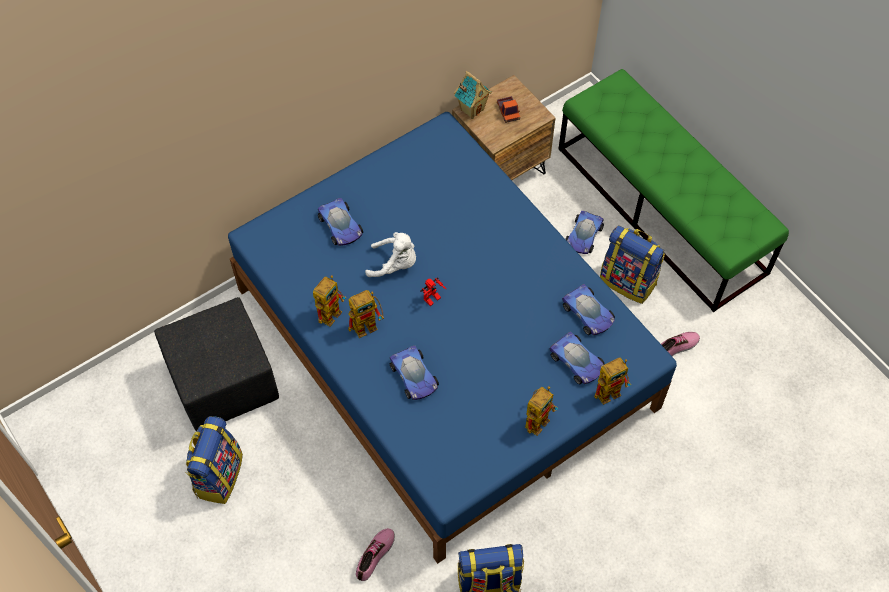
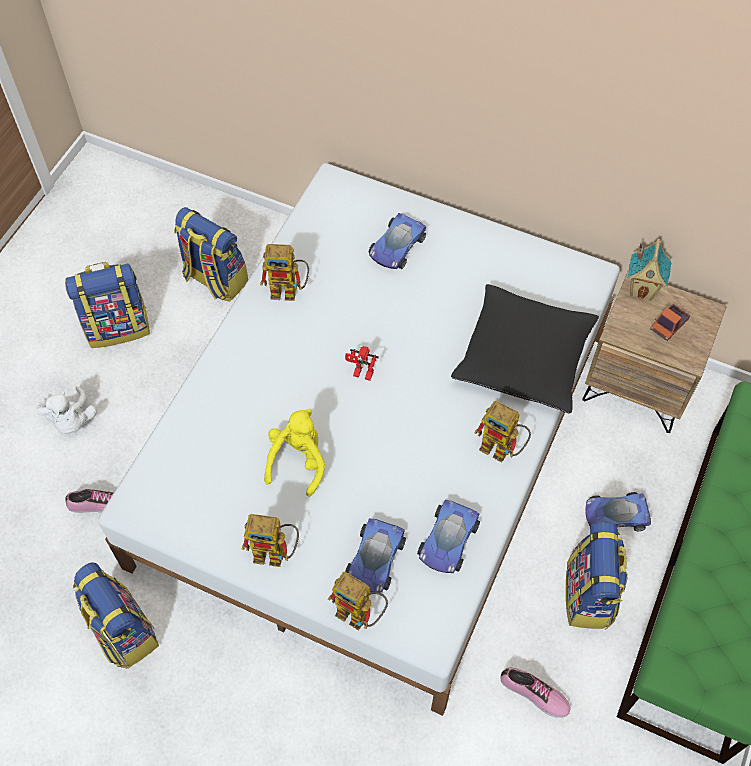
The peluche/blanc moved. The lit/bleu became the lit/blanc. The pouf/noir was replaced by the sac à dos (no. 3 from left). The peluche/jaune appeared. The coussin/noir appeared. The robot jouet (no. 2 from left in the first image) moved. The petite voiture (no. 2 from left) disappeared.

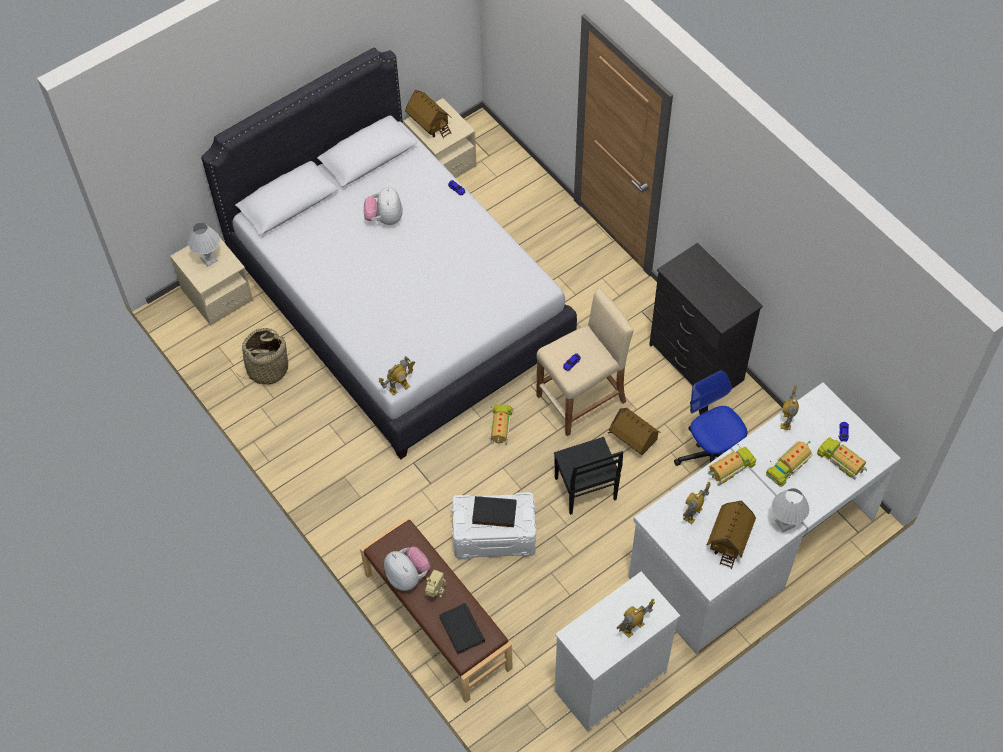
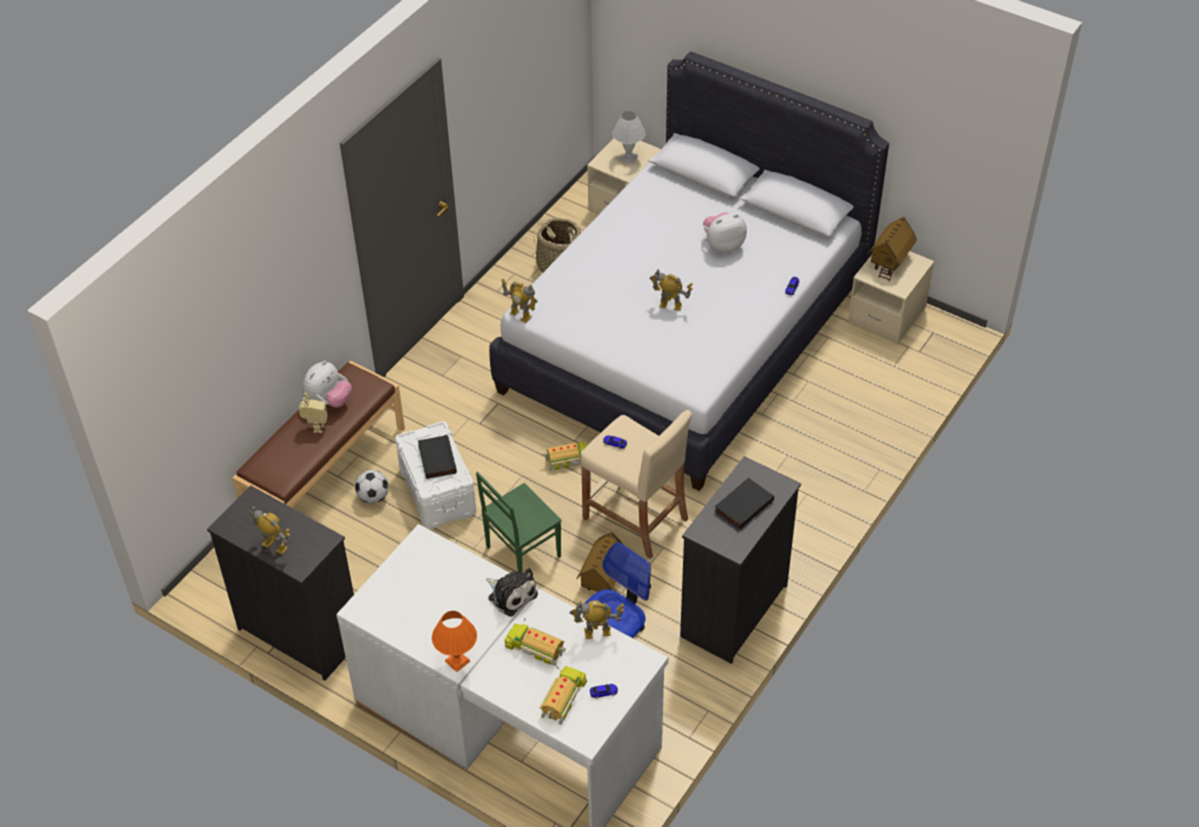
The commode/blanc became the commode/noir (no. 1 from left). The ballon de foot appeared. The lampe de table/blanc (no. 2 from left) became the lampe de table/orange. The chaise/noir became the chaise/vert. The camion jouet (no. 2 from left) was replaced by the peluche (no. 2 from left). The robot jouet (no. 4 from left in the first image) moved. The livre/noir (no. 1 from left in the first image) moved. The maison miniature (no. 3 from left) disappeared.

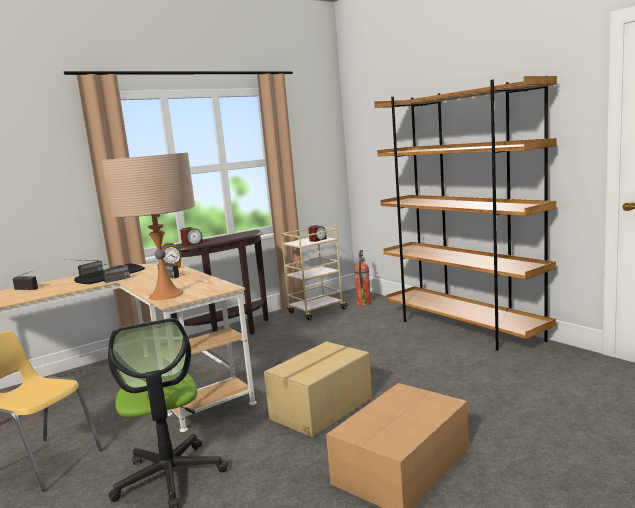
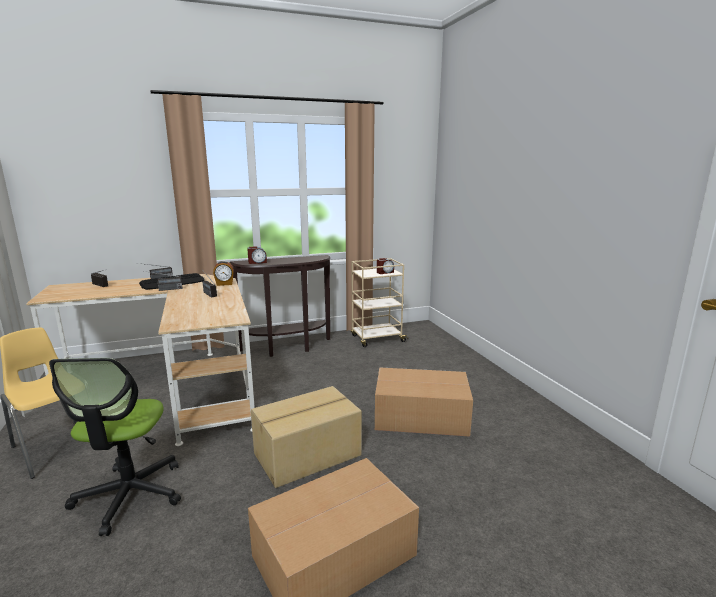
The carton (no. 3 from left) appeared. The lampe de table/beige disappeared. The extincteur disappeared. The bibliothèque/marron disappeared.

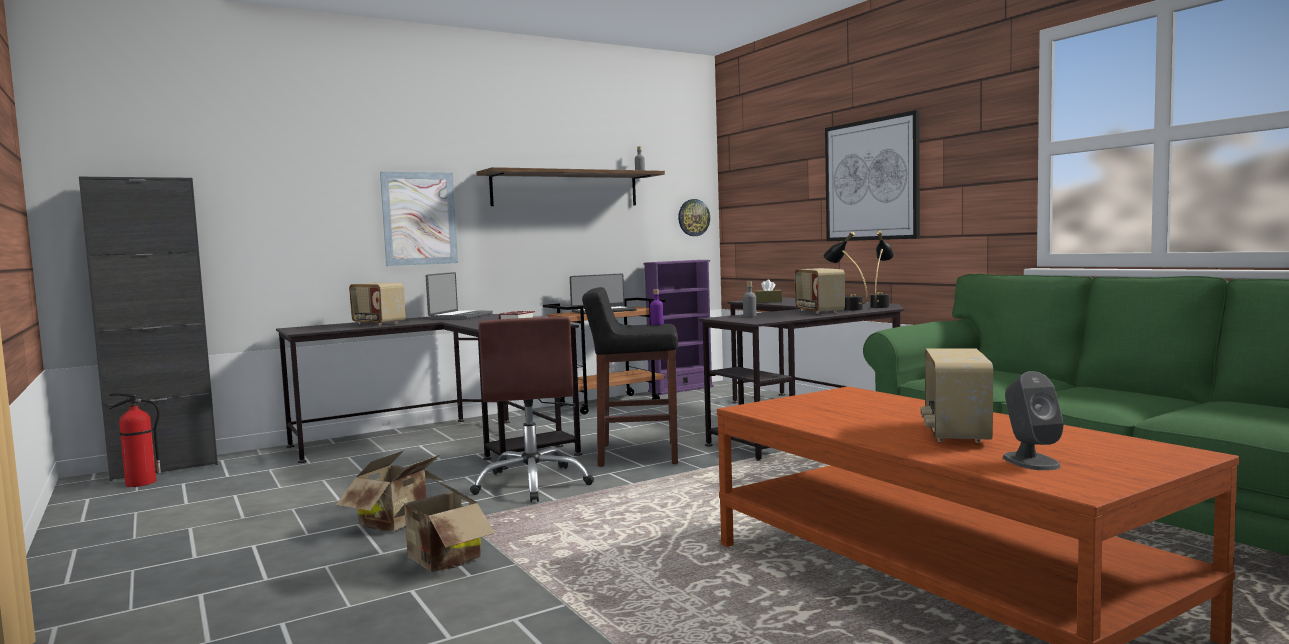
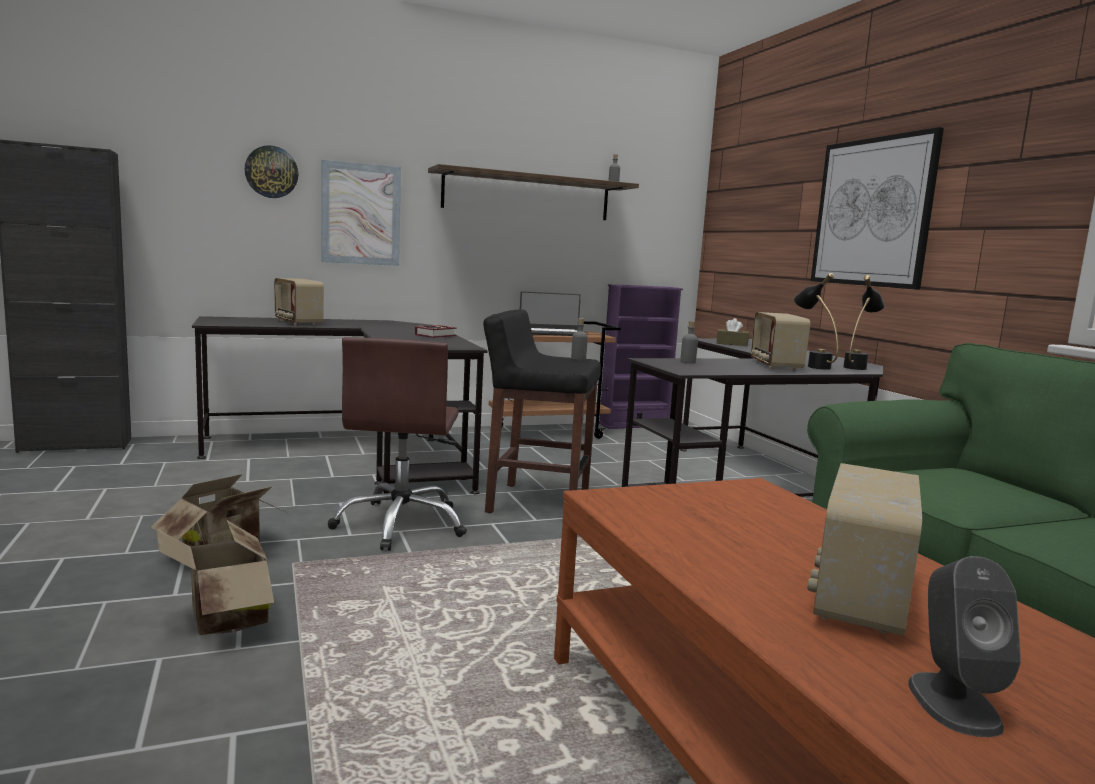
The horloge murale moved. The bouteille/violet became the bouteille/gris (no. 1 from left). The extincteur disappeared. The ordinateur portable (no. 1 from left) disappeared.

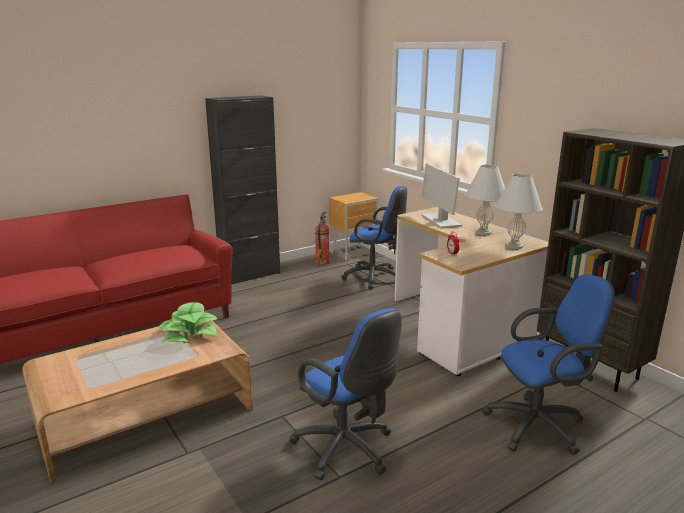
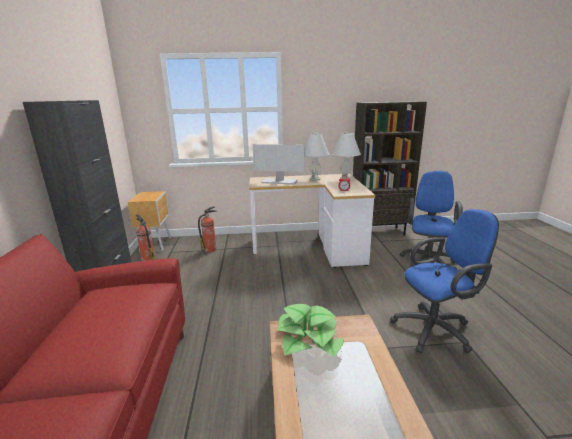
The chaise de bureau/bleu (no. 2 from left) was replaced by the extincteur (no. 2 from left).

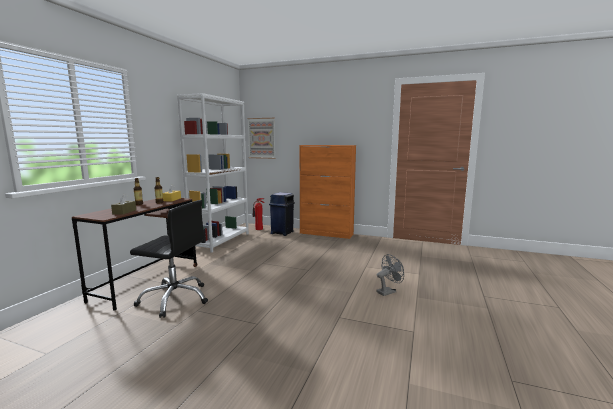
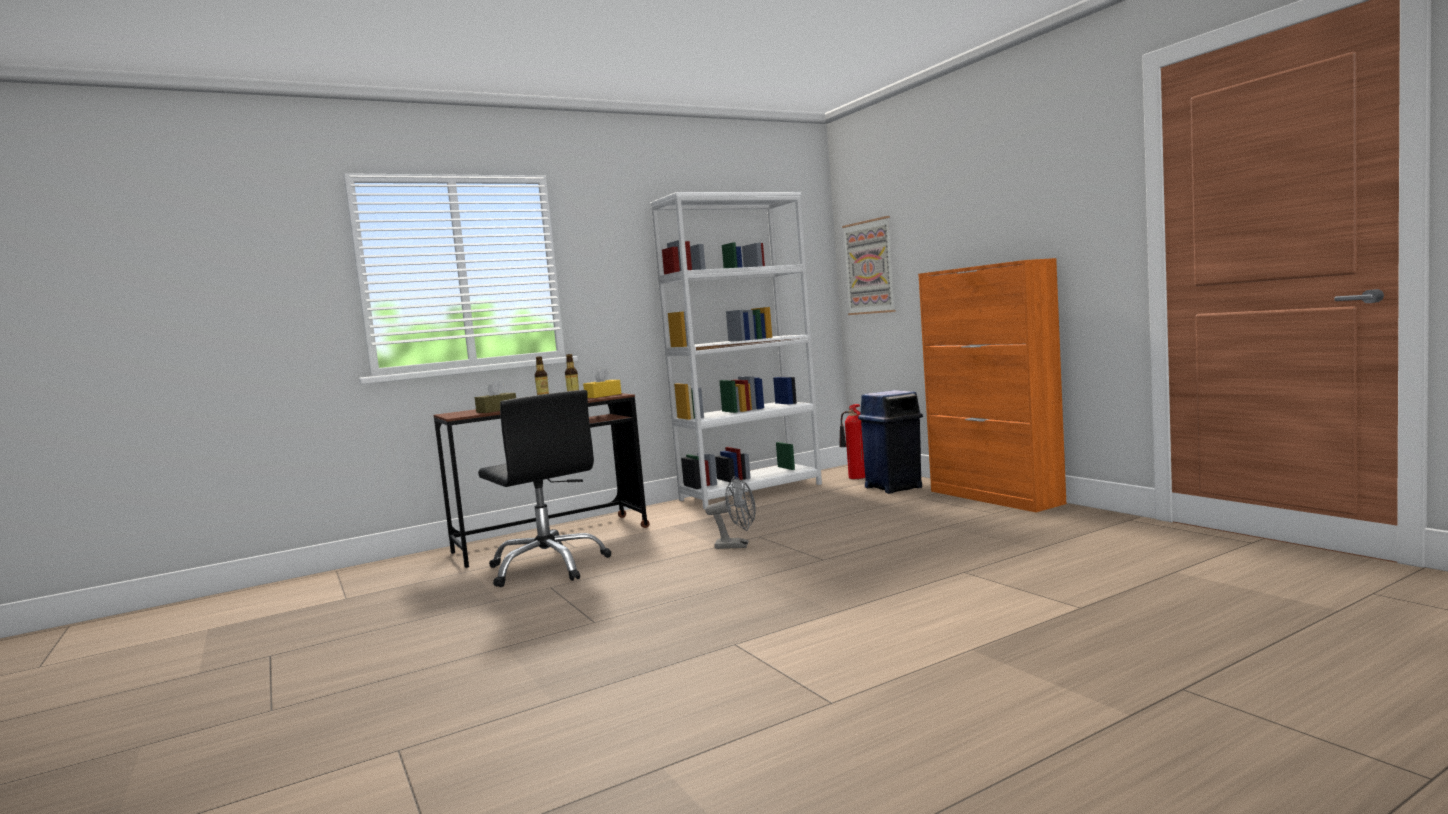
The ventilateur/gris moved.

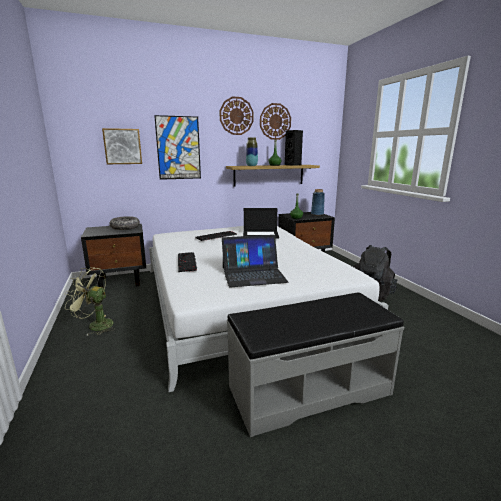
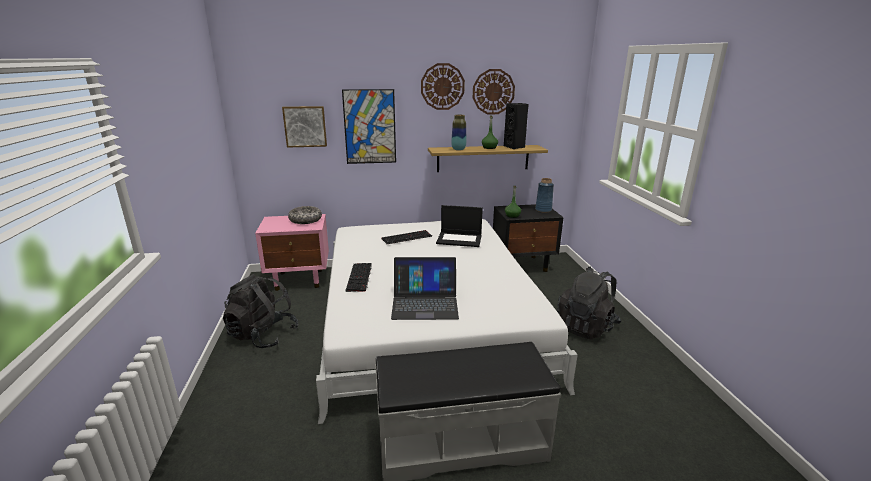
The ventilateur/vert was replaced by the sac à dos/noir (no. 1 from left). The table de chevet/noir (no. 1 from left) became the table de chevet/rose.

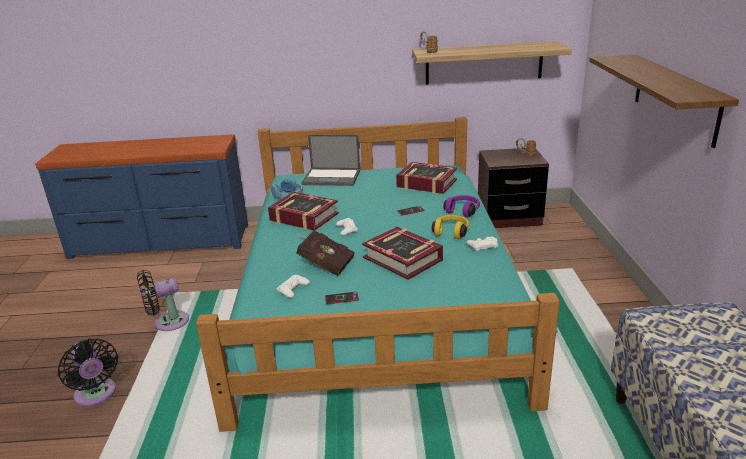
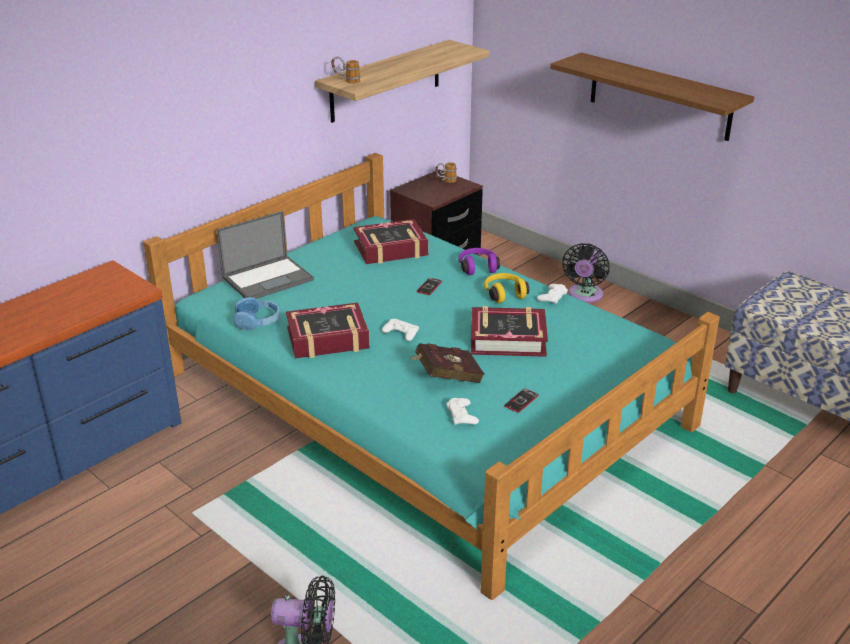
The ventilateur/noir (no. 2 from left) moved.

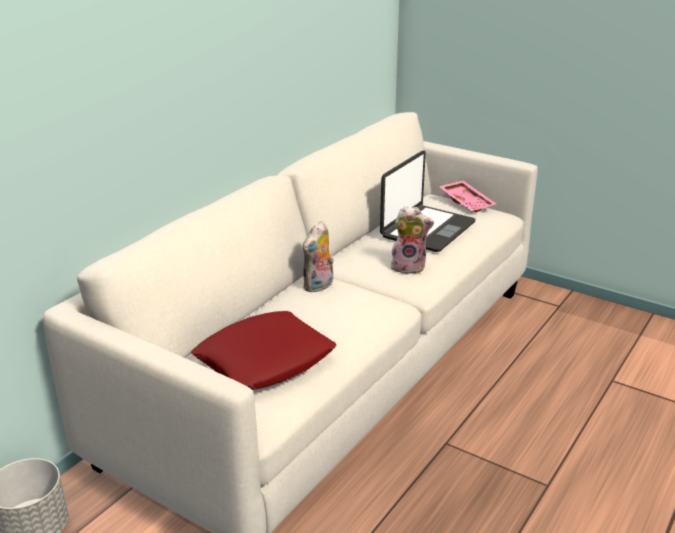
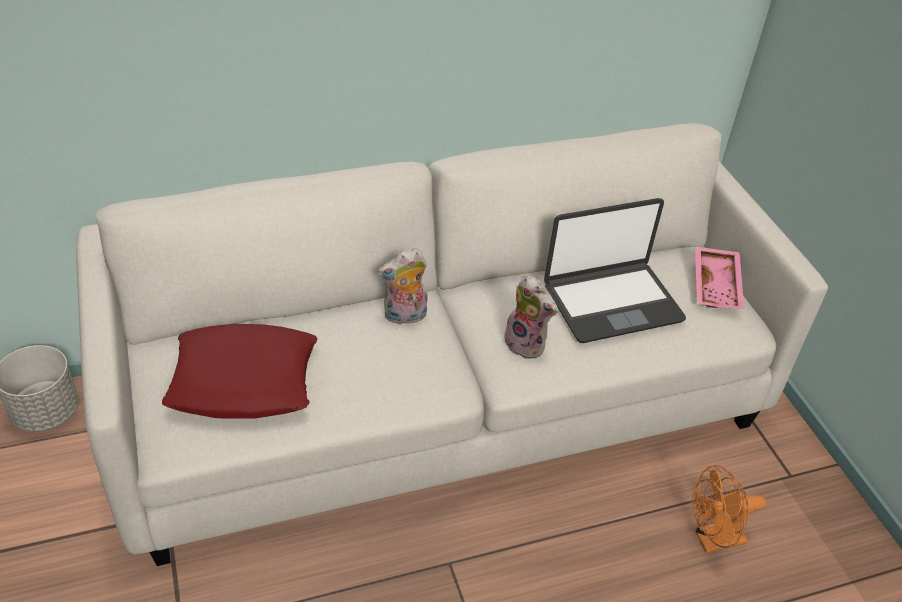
The ventilateur/orange appeared.

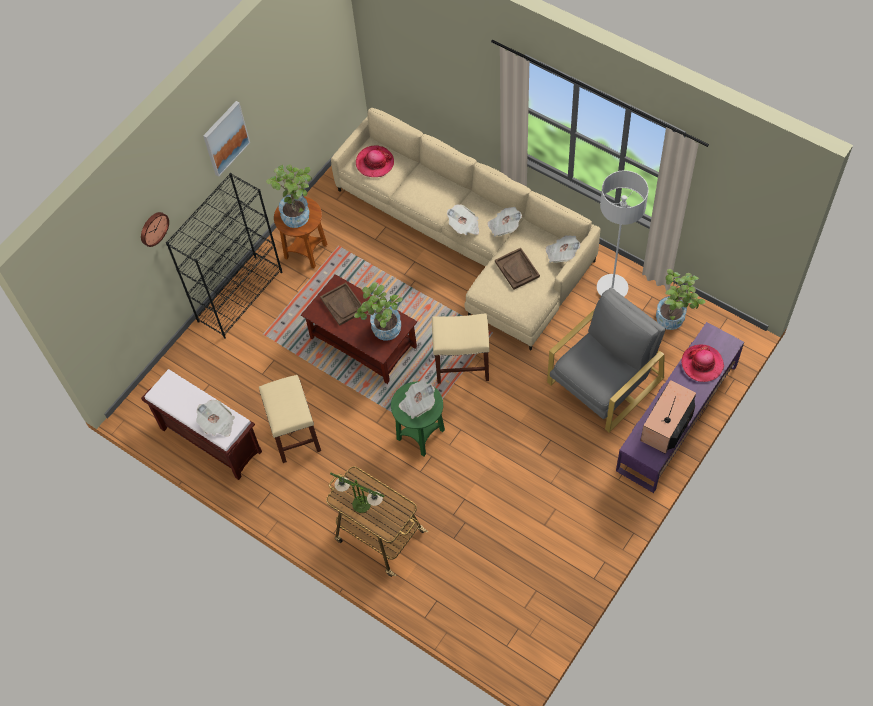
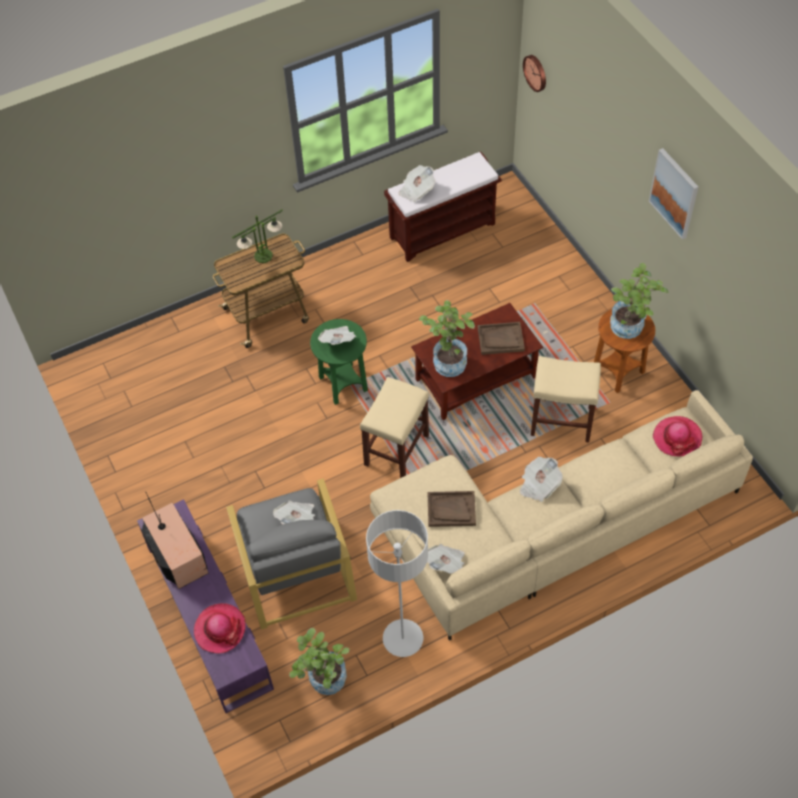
The journal (no. 4 from left in the first image) moved. The horloge murale moved. The tabouret/beige (no. 1 from left in the first image) moved. The bibliothèque/noir disappeared.

